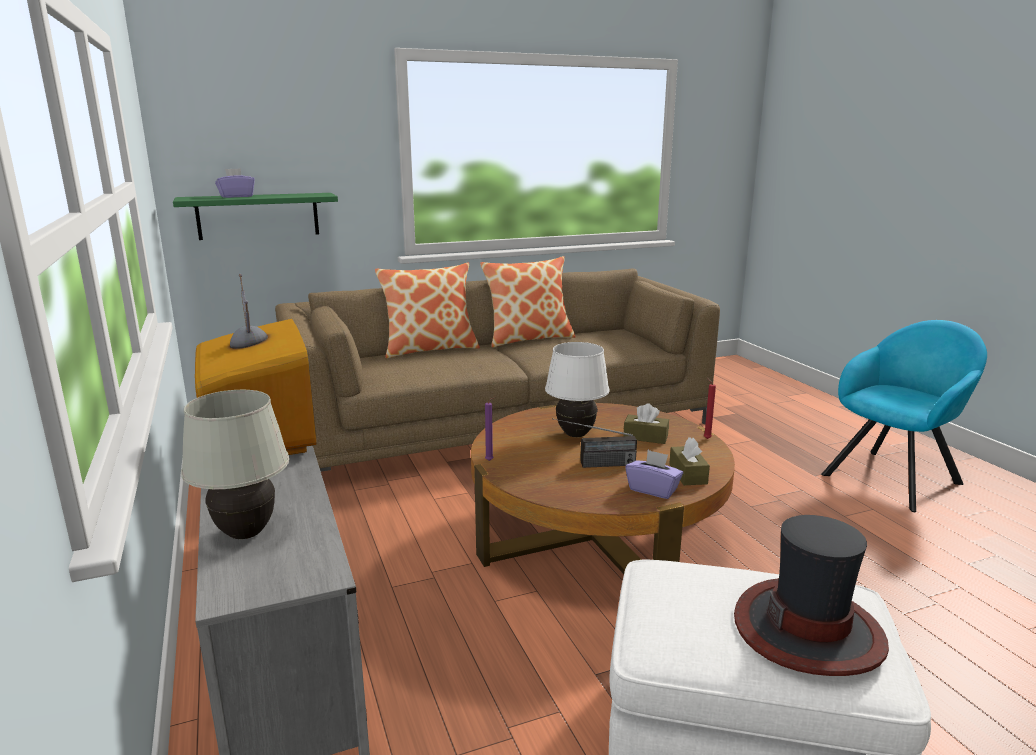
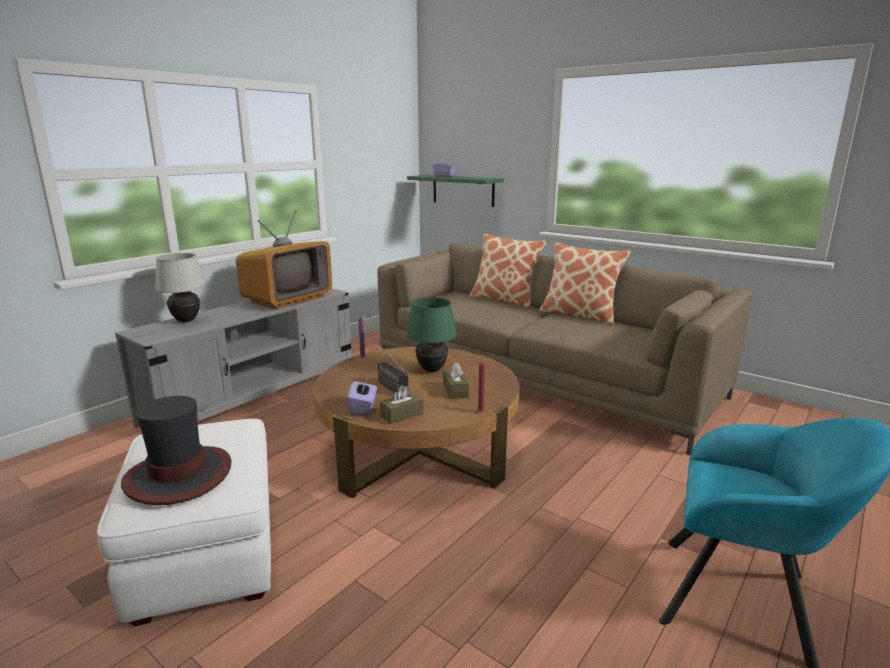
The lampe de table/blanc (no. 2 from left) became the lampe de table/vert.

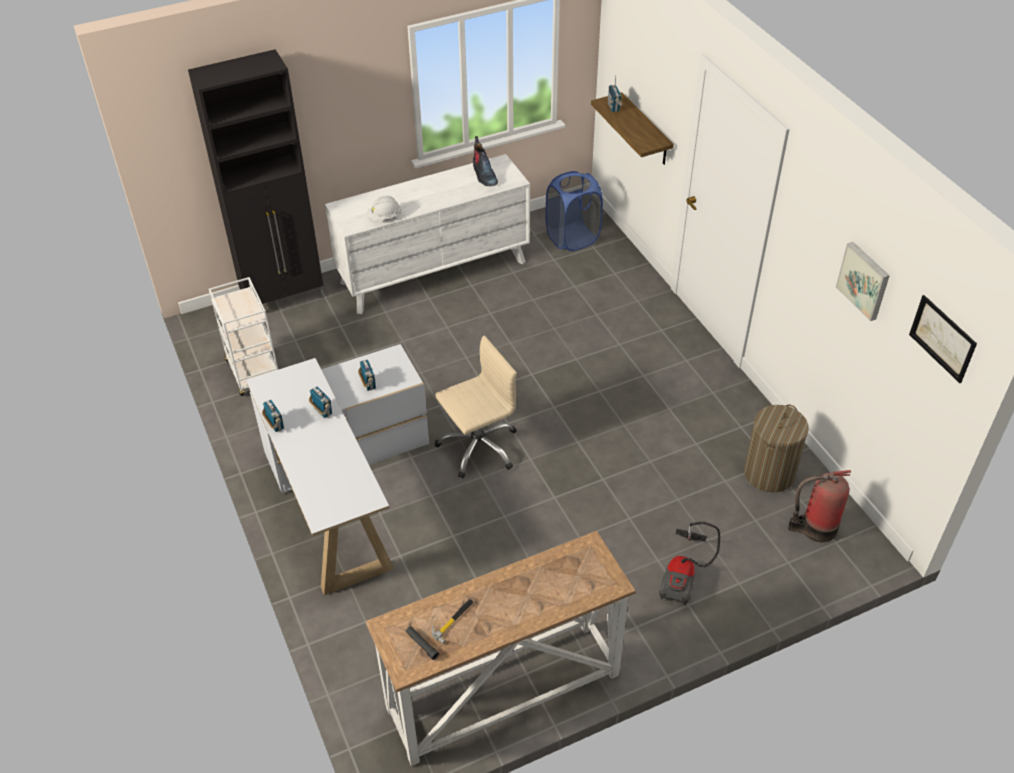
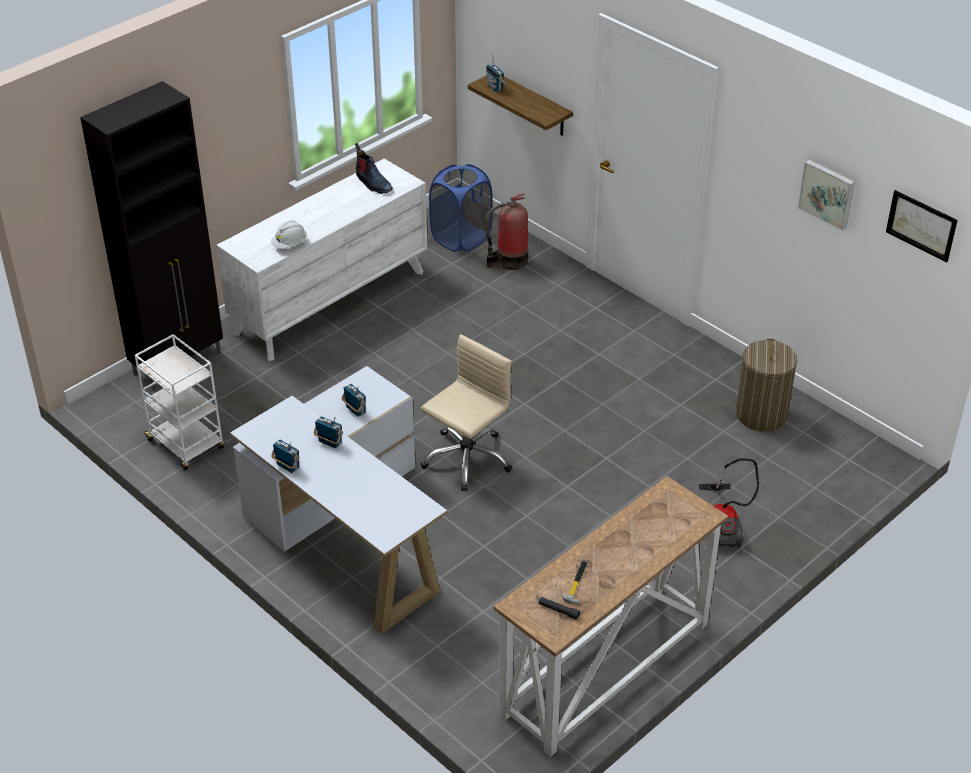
The extincteur moved.

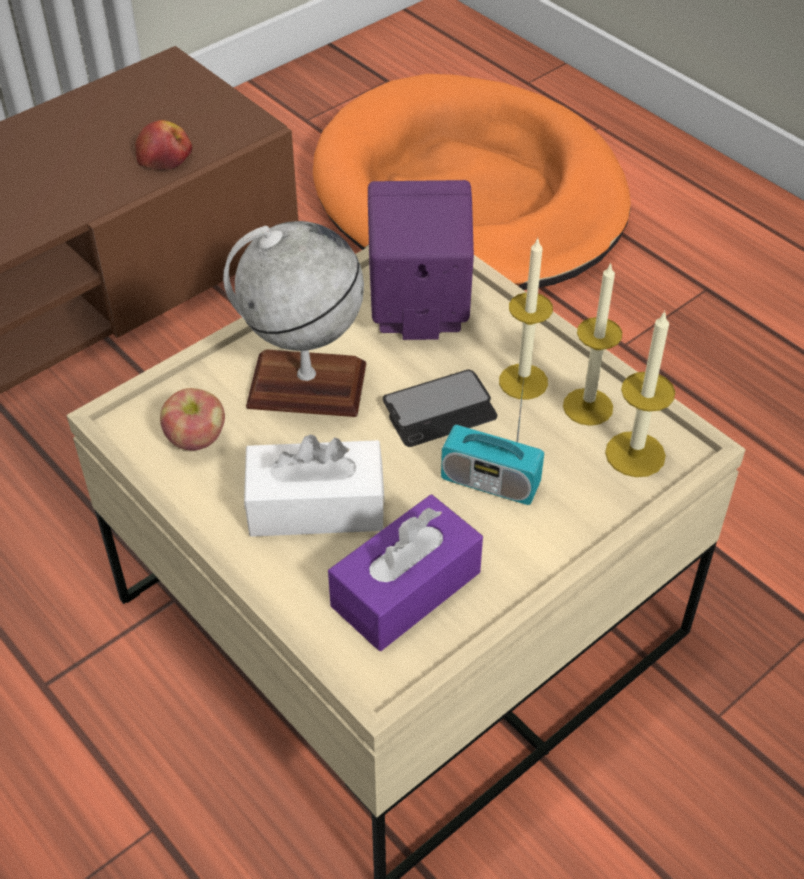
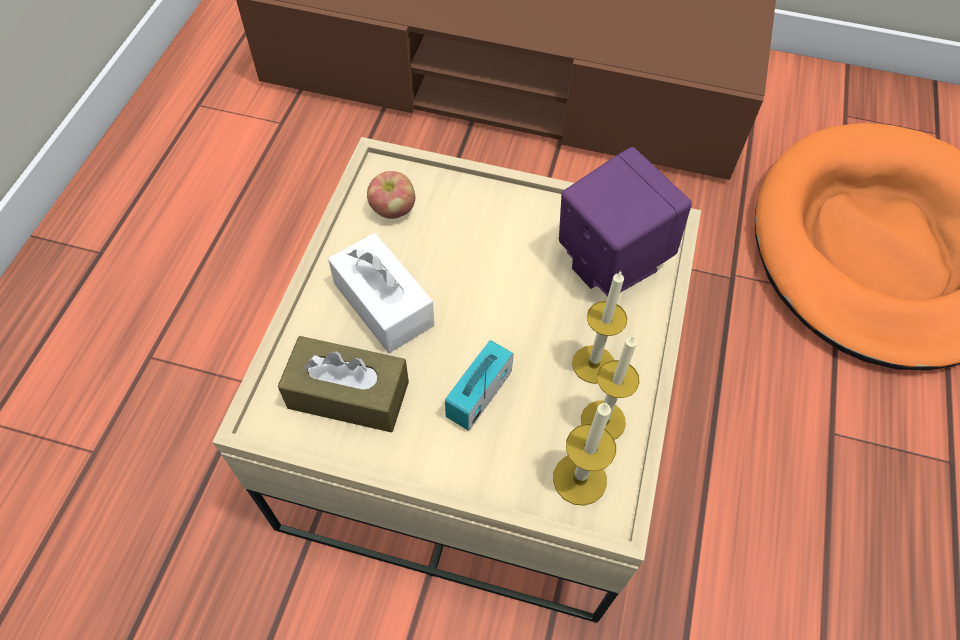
The boîte à mouchoirs/violet became the boîte à mouchoirs/marron. The radio turned 45 degrees clockwise. The pomme (no. 1 from left) disappeared. The globe disappeared. The téléphone disappeared.

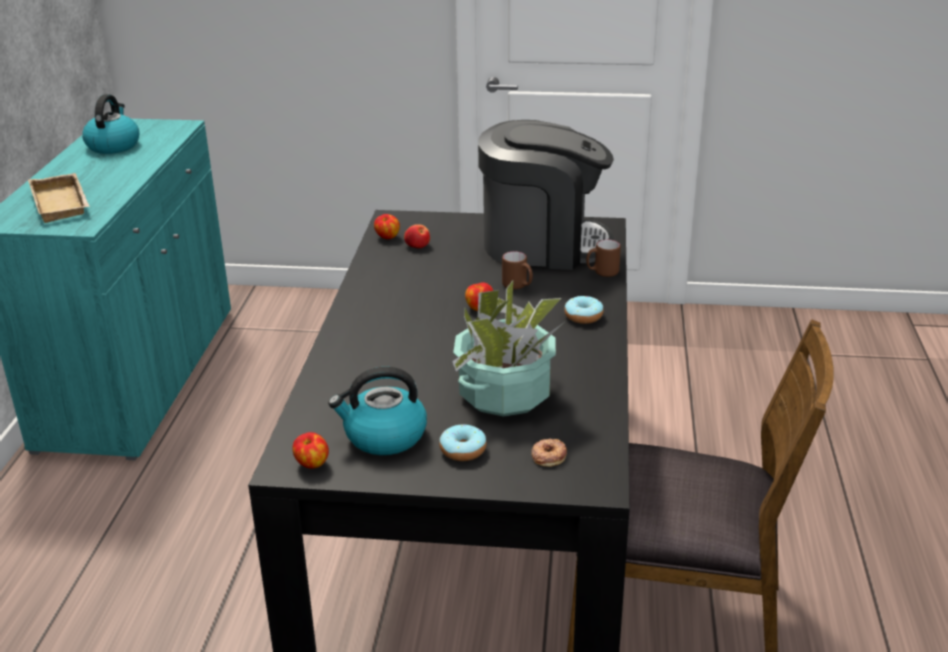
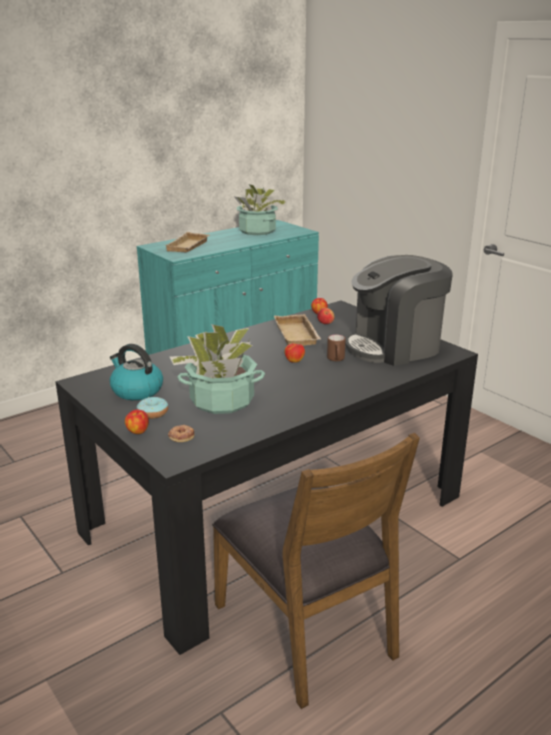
The pomme (no. 1 from left) moved. The bouilloire (no. 1 from left) was replaced by the plante en pot (no. 2 from left). The plateau/beige (no. 2 from left) appeared. The machine à café turned 105 degrees clockwise. The beignet (no. 3 from left) disappeared. The mug/marron (no. 2 from left) disappeared.

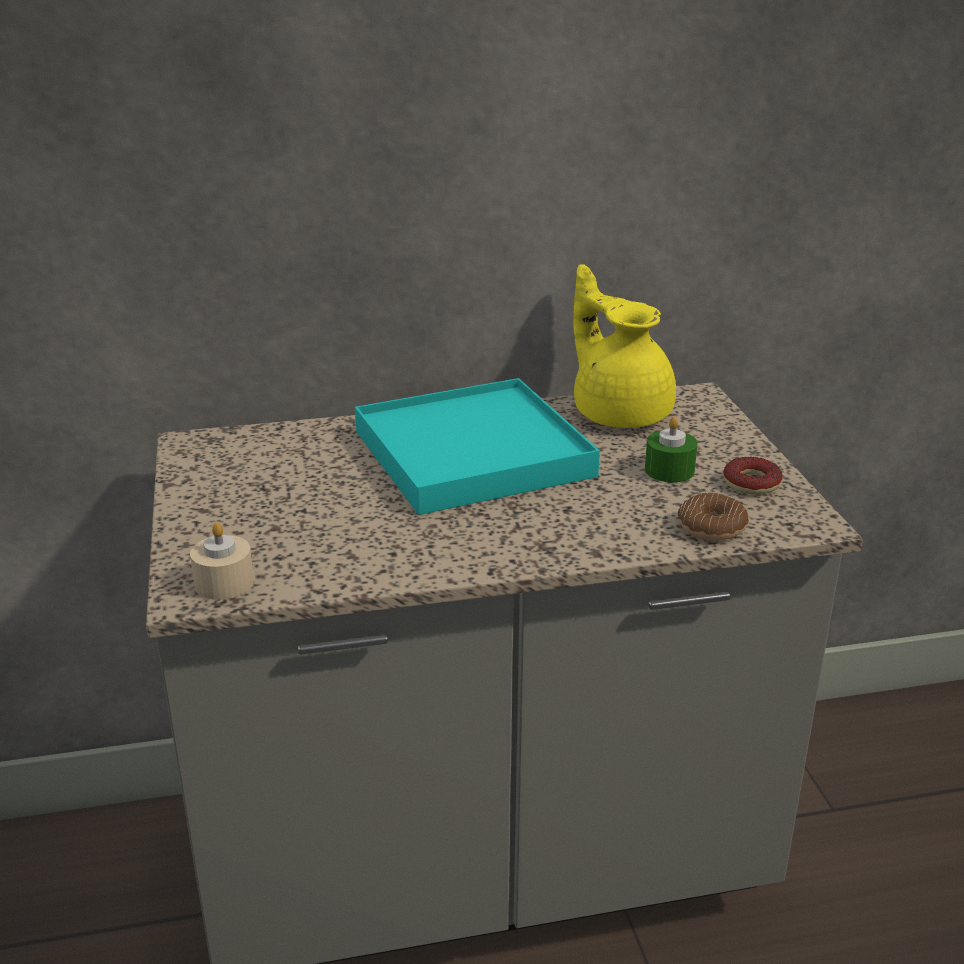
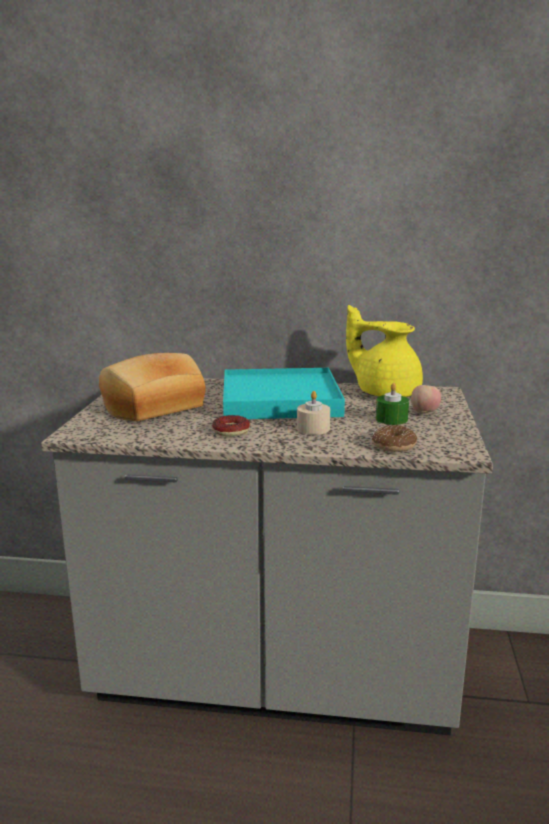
The pain appeared. The beignet (no. 2 from left in the first image) moved. The bougie/beige moved. The théière/jaune turned 45 degrees counterclockwise. The pomme appeared.

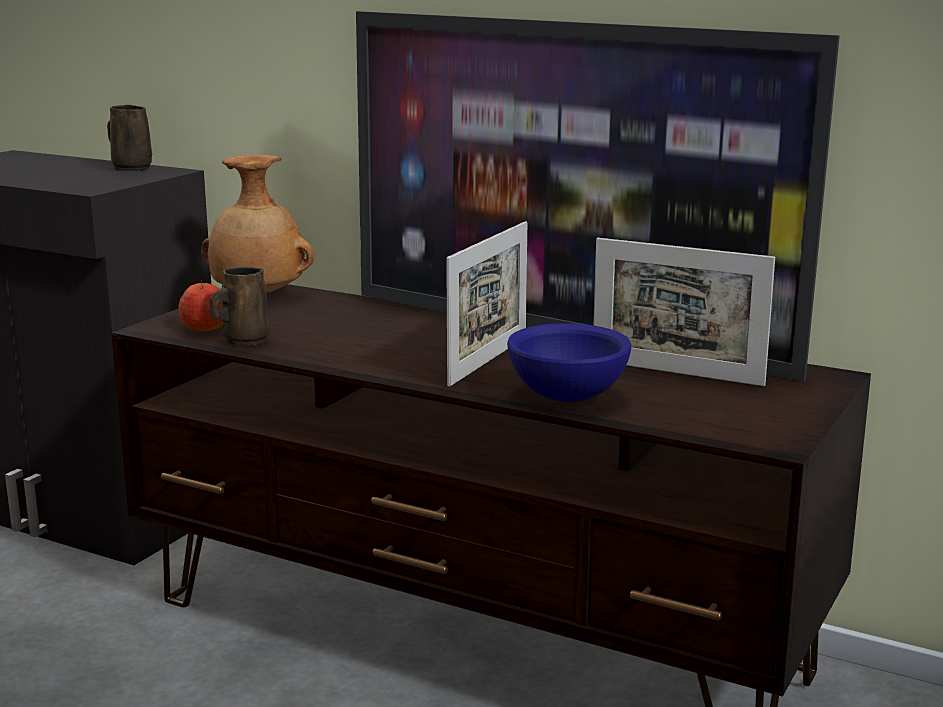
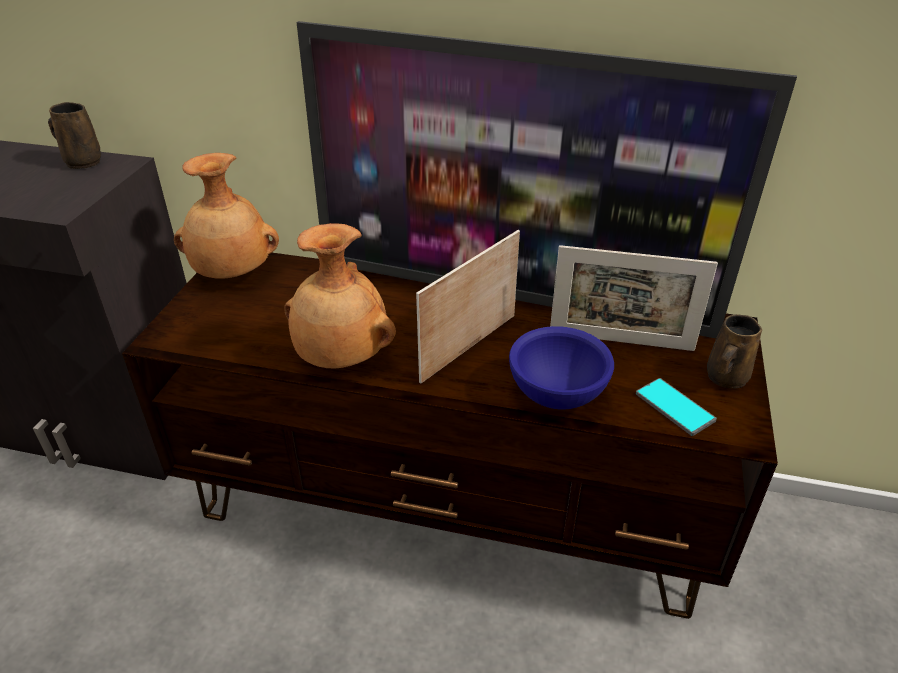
The vase/marron (no. 2 from left) appeared. The cadre photo (no. 1 from left) turned 150 degrees counterclockwise. The téléphone appeared. The mug/marron (no. 2 from left) moved. The pomme disappeared.

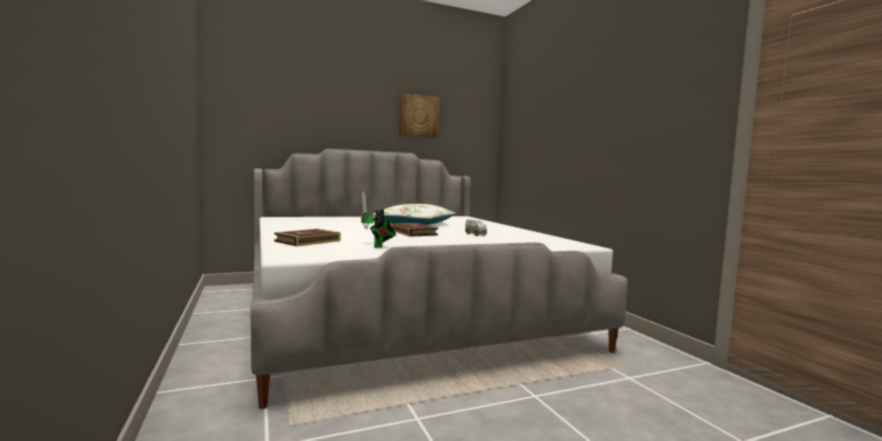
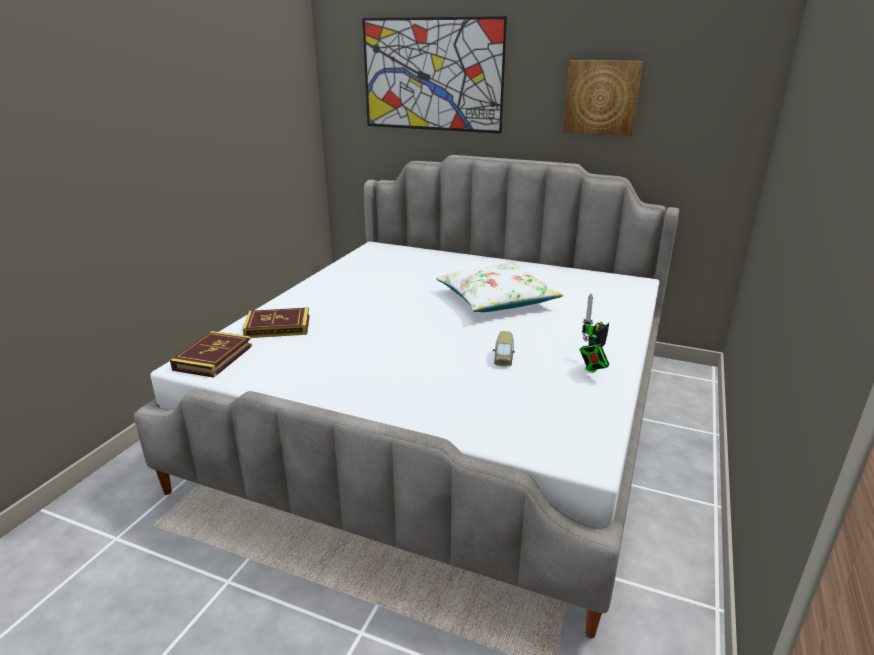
The livre (no. 2 from left in the first image) moved. The tableau (no. 1 from left) appeared. The robot jouet moved.

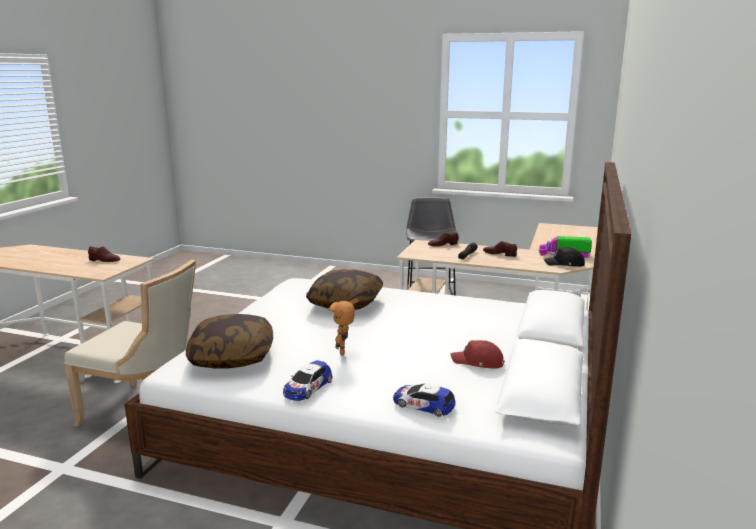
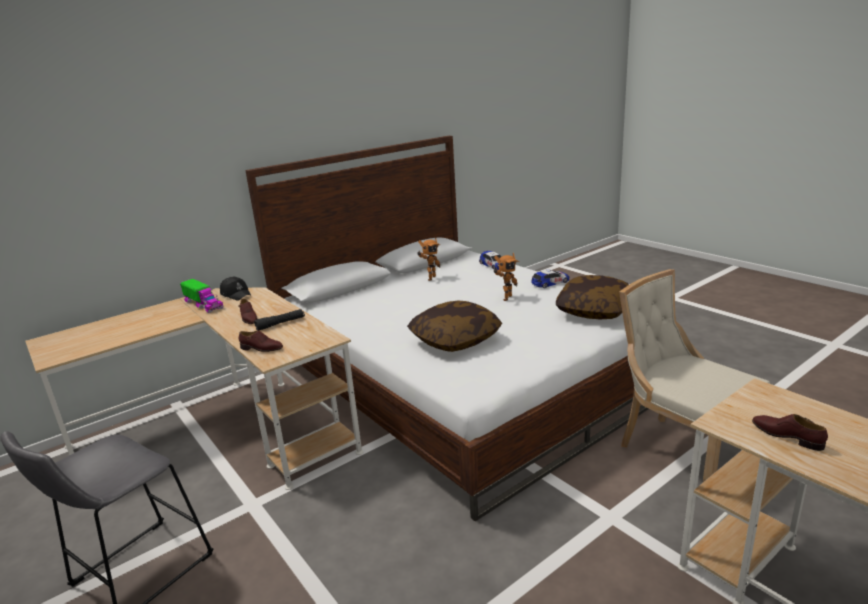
The casquette/rouge was replaced by the robot jouet (no. 1 from left).

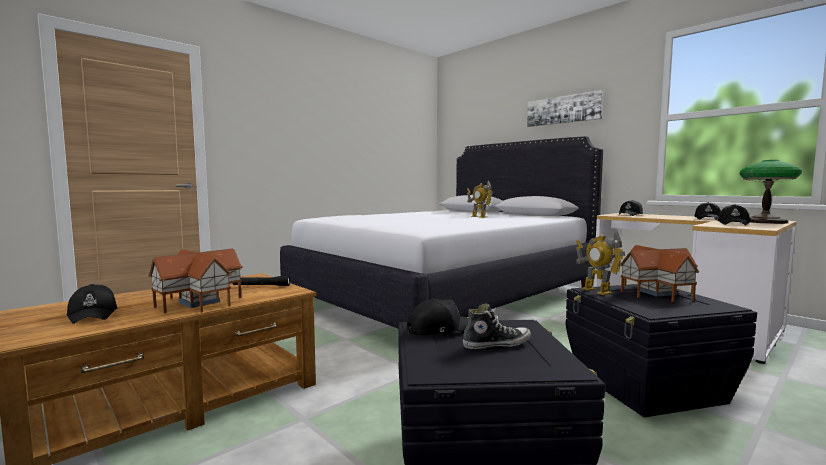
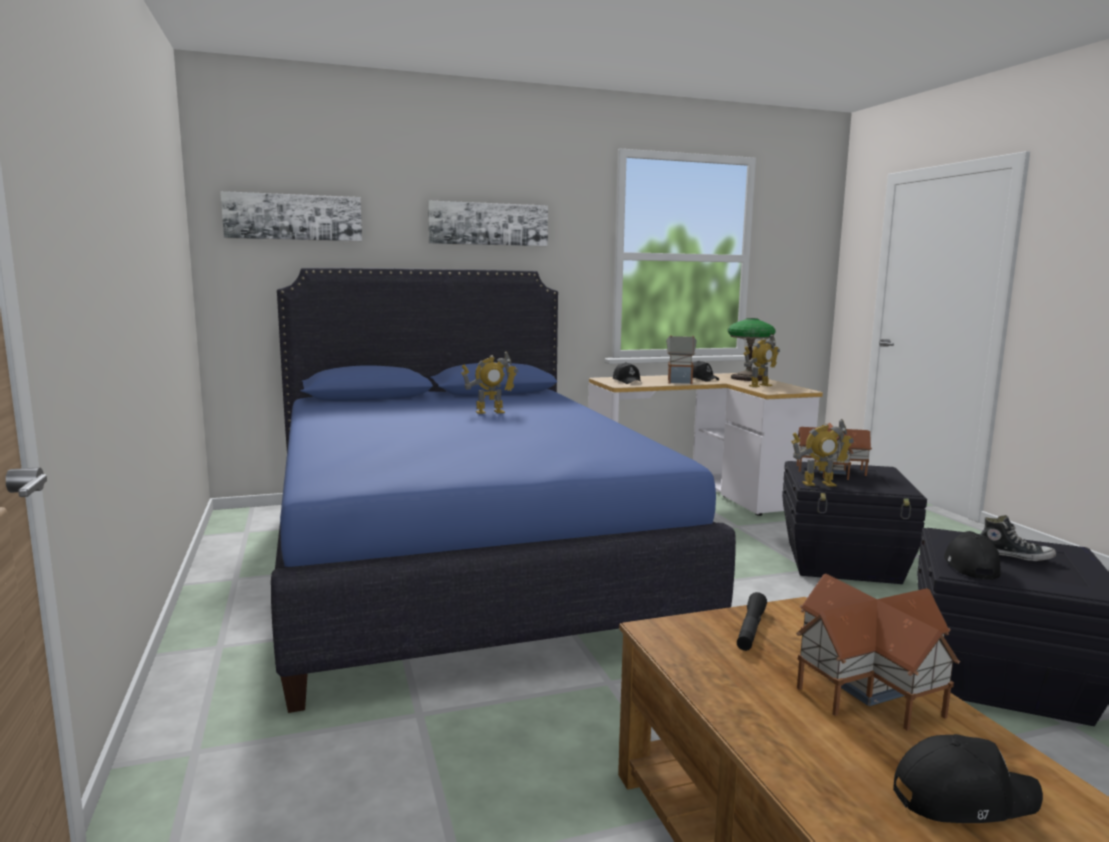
The tableau (no. 1 from left) appeared. The lit/blanc became the lit/bleu. The maison miniature (no. 1 from left) appeared. The casquette/noir (no. 5 from left) was replaced by the robot jouet (no. 2 from left). The chaussure turned 105 degrees clockwise.

